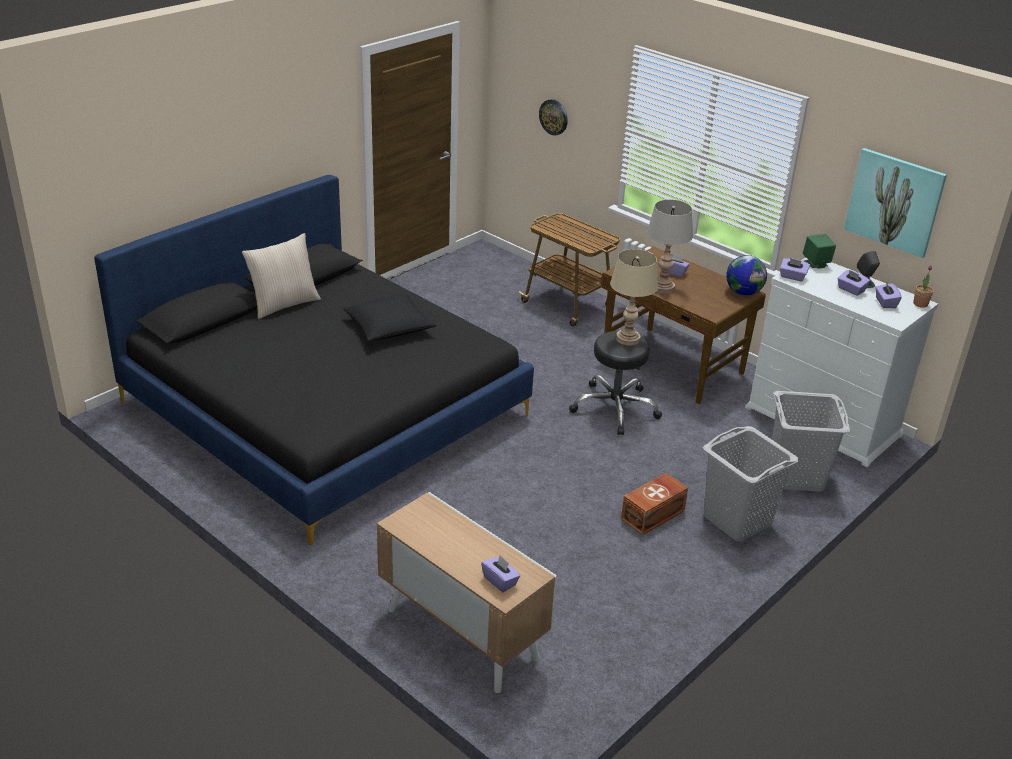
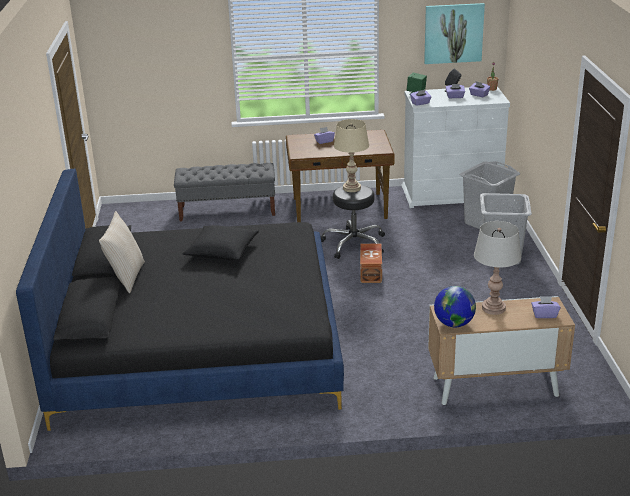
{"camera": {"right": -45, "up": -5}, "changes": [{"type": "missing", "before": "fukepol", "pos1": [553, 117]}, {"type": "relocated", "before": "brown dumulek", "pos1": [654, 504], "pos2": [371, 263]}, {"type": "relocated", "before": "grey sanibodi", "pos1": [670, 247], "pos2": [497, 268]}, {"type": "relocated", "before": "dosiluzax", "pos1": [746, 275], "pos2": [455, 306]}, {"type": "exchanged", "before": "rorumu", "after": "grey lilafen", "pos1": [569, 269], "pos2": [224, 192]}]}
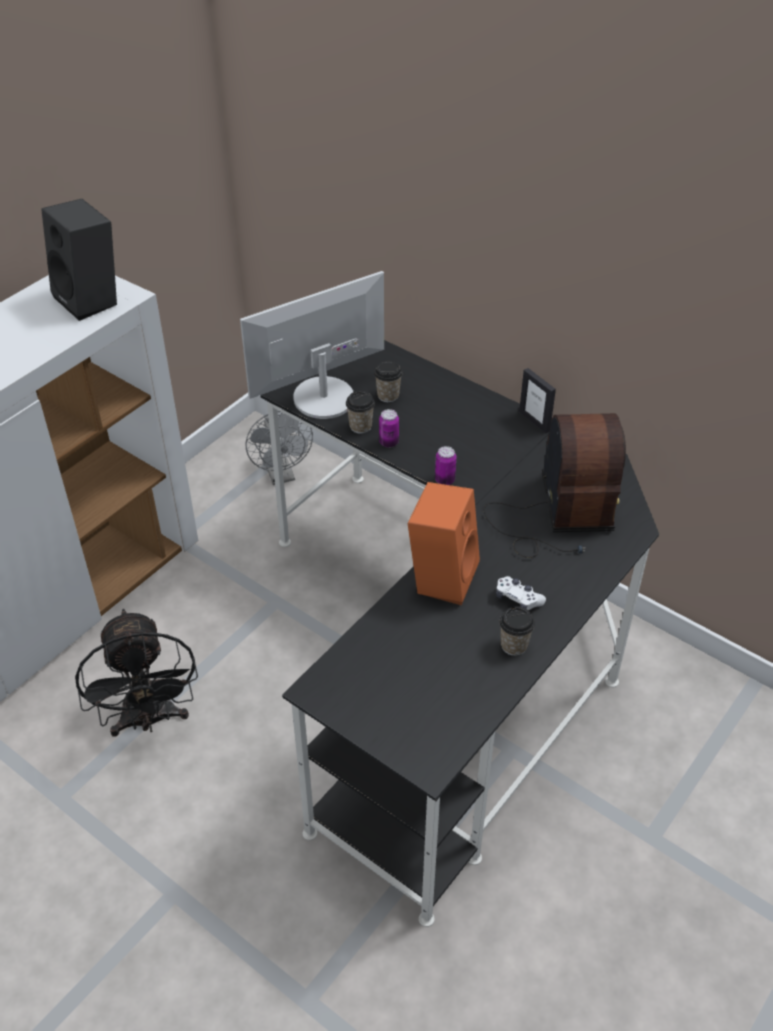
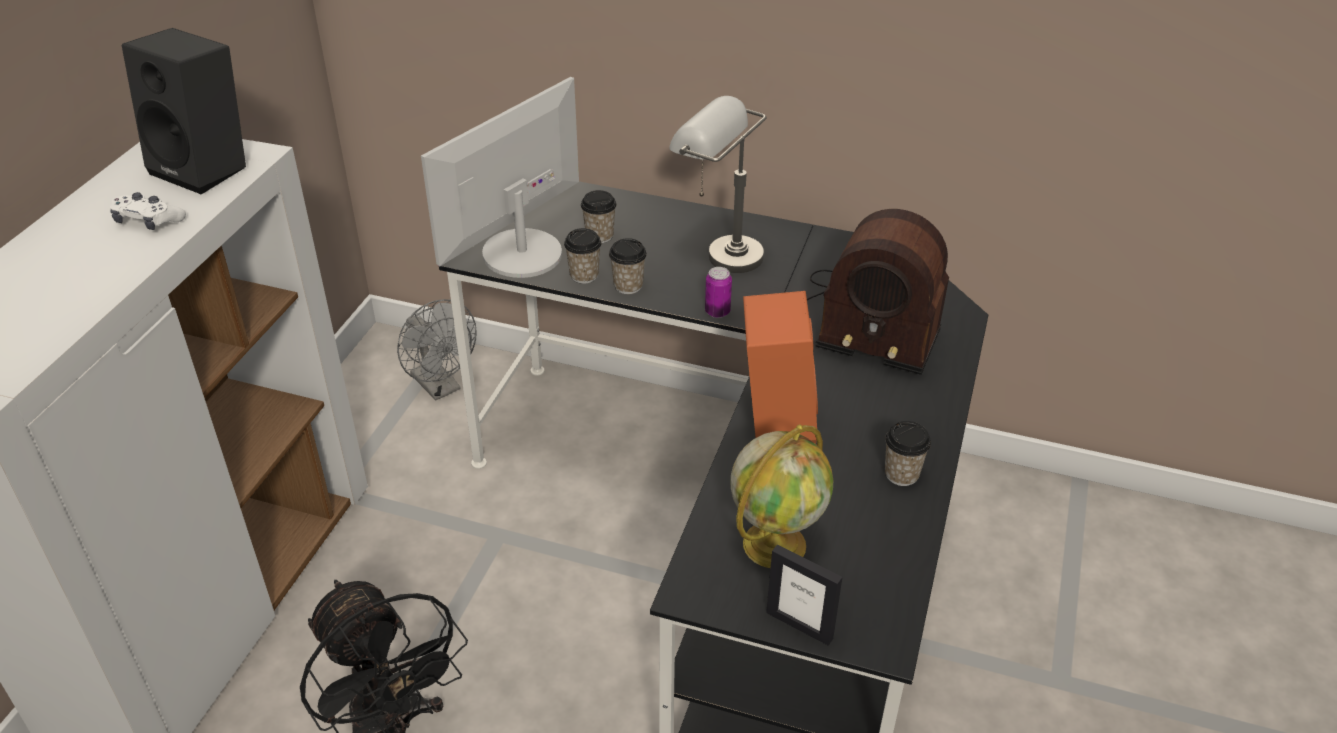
{"camera": {"right": -20, "up": -5}, "changes": [{"type": "appeared", "after": "grey sanibodi", "pos2": [718, 184]}, {"type": "appeared", "after": "dosiluzax", "pos2": [782, 496]}, {"type": "relocated", "before": "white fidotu", "pos1": [521, 593], "pos2": [148, 211]}, {"type": "relocated", "before": "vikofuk", "pos1": [537, 400], "pos2": [804, 595]}, {"type": "exchanged", "before": "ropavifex", "after": "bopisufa", "pos1": [389, 428], "pos2": [628, 266]}, {"type": "spun", "before": "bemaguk", "pos1": [555, 485], "pos2": [878, 292], "turn": 135}]}
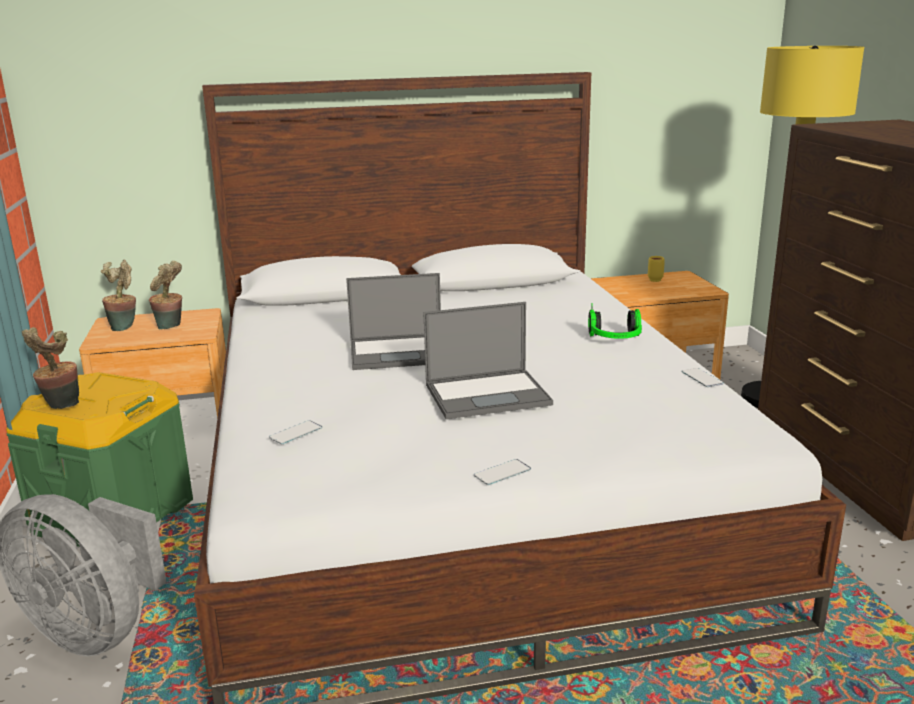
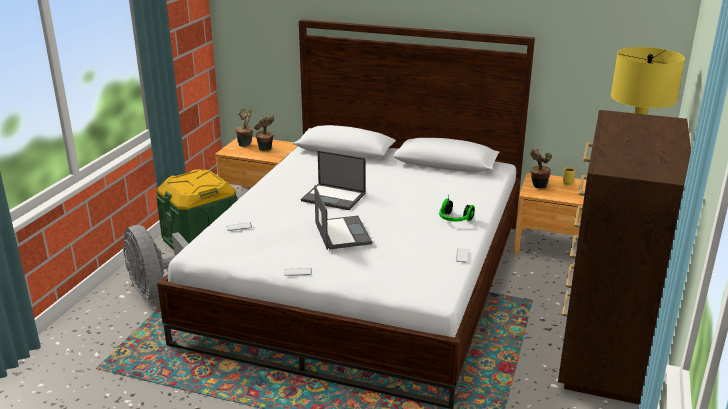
{"camera": {"right": 30, "up": 5}, "changes": [{"type": "relocated", "before": "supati", "pos1": [50, 368], "pos2": [541, 169]}, {"type": "spun", "before": "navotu", "pos1": [488, 360], "pos2": [343, 217], "turn": -120}]}
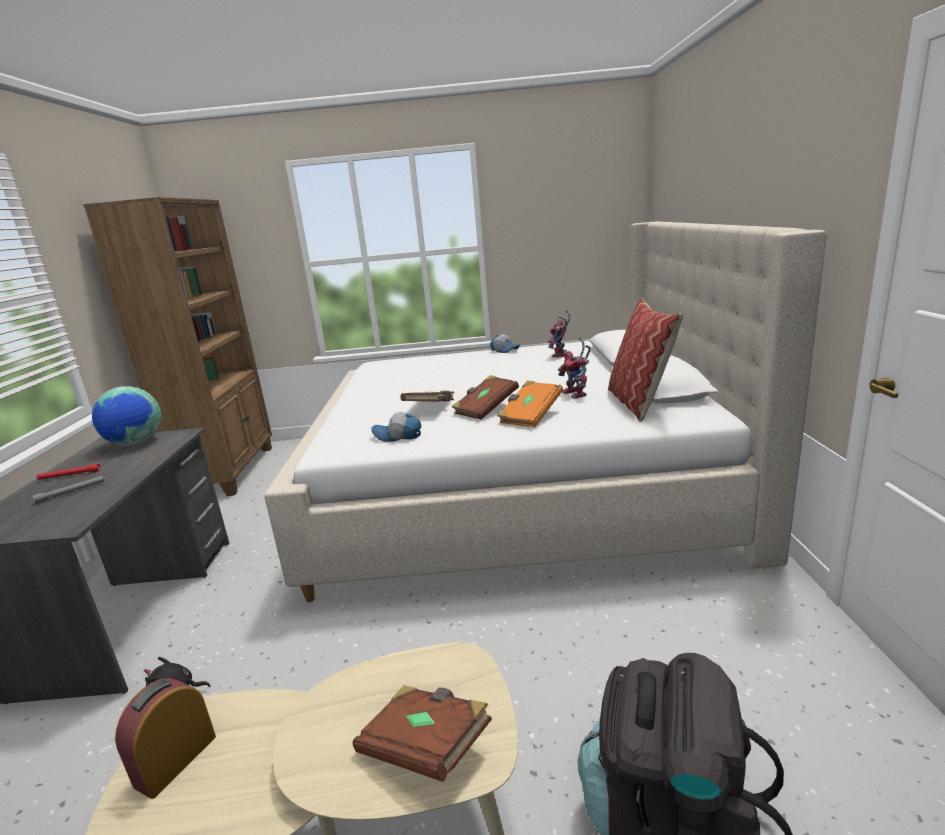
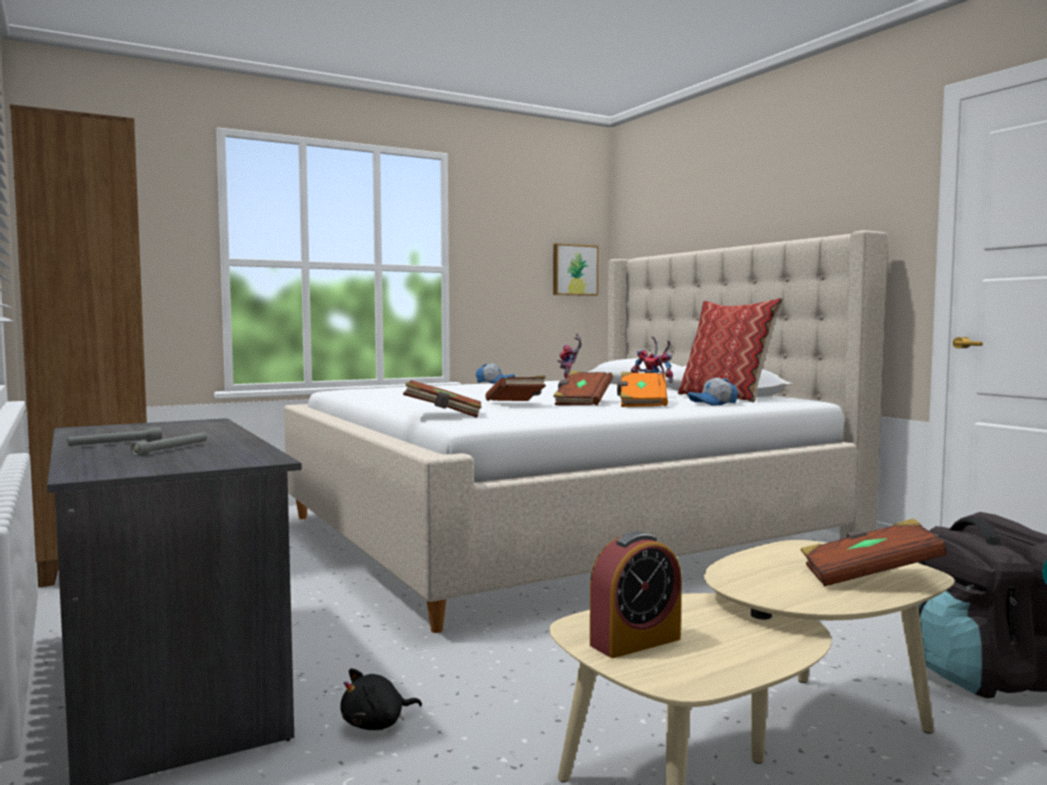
{"camera": {"right": -30, "up": -15}, "changes": [{"type": "missing", "before": "dosiluzax", "pos1": [126, 416]}, {"type": "appeared", "after": "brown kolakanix", "pos2": [442, 399]}, {"type": "appeared", "after": "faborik", "pos2": [576, 269]}, {"type": "relocated", "before": "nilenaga", "pos1": [396, 427], "pos2": [712, 391]}, {"type": "colour", "before": "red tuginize", "after": "grey tuginize", "pos1": [68, 471], "pos2": [114, 436]}, {"type": "spun", "before": "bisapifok", "pos1": [165, 738], "pos2": [636, 594], "turn": -120}]}
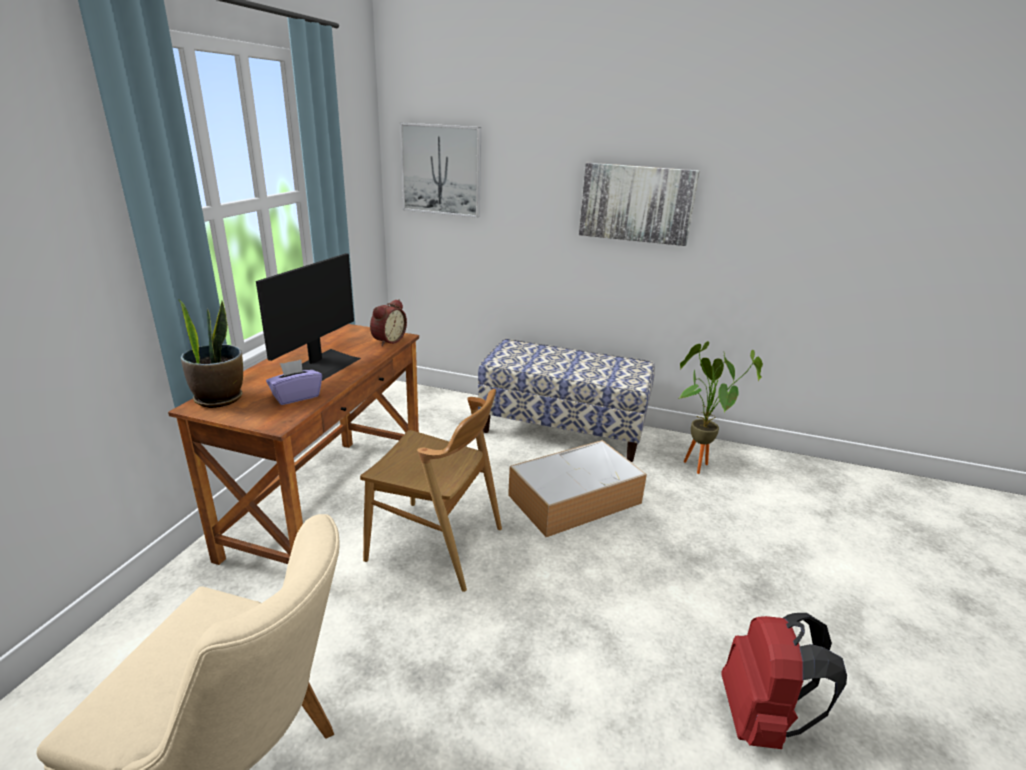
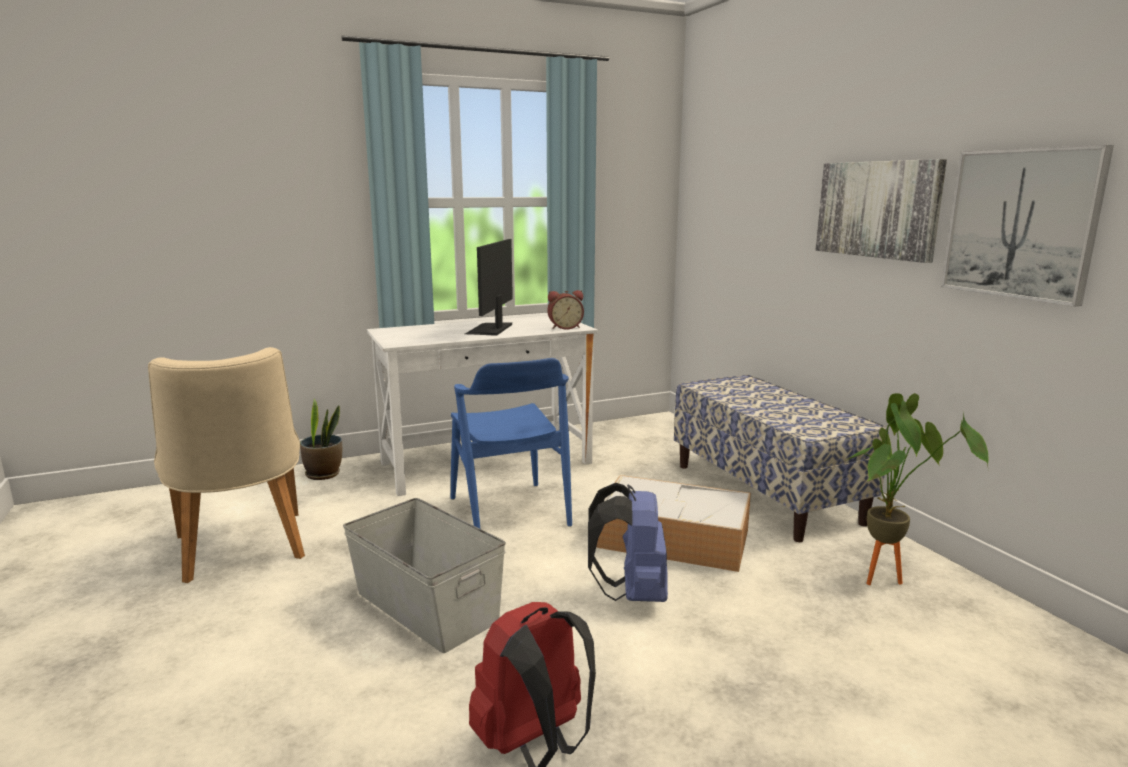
{"camera": {"right": 50, "up": -10}, "changes": [{"type": "missing", "before": "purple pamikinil", "pos1": [294, 382]}, {"type": "appeared", "after": "grey dumulek", "pos2": [424, 575]}, {"type": "appeared", "after": "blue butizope", "pos2": [628, 542]}, {"type": "relocated", "before": "supati", "pos1": [210, 353], "pos2": [321, 439]}, {"type": "relocated", "before": "faborik", "pos1": [440, 170], "pos2": [1027, 226]}, {"type": "colour", "before": "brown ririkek", "after": "white ririkek", "pos1": [293, 444], "pos2": [482, 405]}, {"type": "colour", "before": "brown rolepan", "after": "blue rolepan", "pos1": [431, 490], "pos2": [511, 443]}, {"type": "spun", "before": "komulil", "pos1": [308, 317], "pos2": [489, 287], "turn": 120}]}
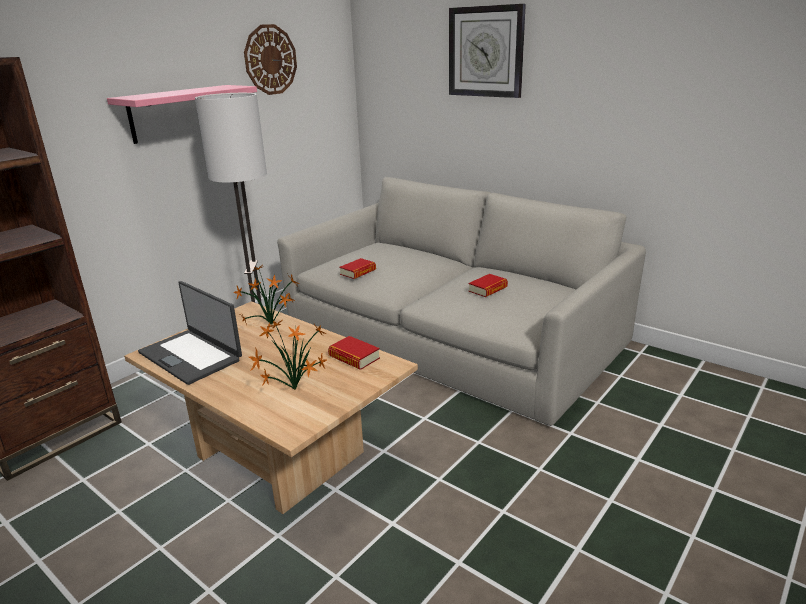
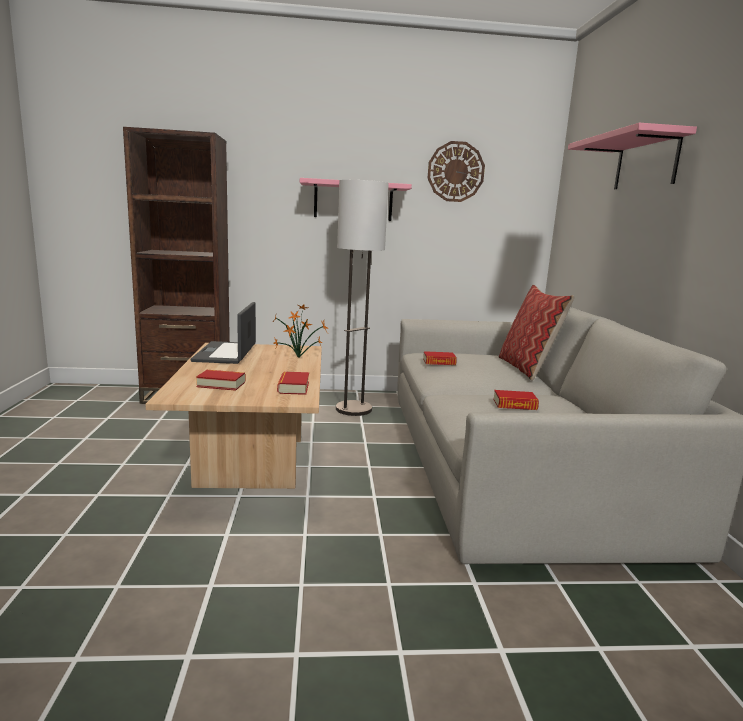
{"camera": {"right": 45, "up": -10}, "changes": [{"type": "appeared", "after": "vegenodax", "pos2": [537, 333]}, {"type": "exchanged", "before": "supati", "after": "kolakanix", "pos1": [288, 354], "pos2": [220, 380]}, {"type": "exchanged", "before": "fukepol", "after": "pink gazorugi", "pos1": [487, 51], "pos2": [632, 156]}]}
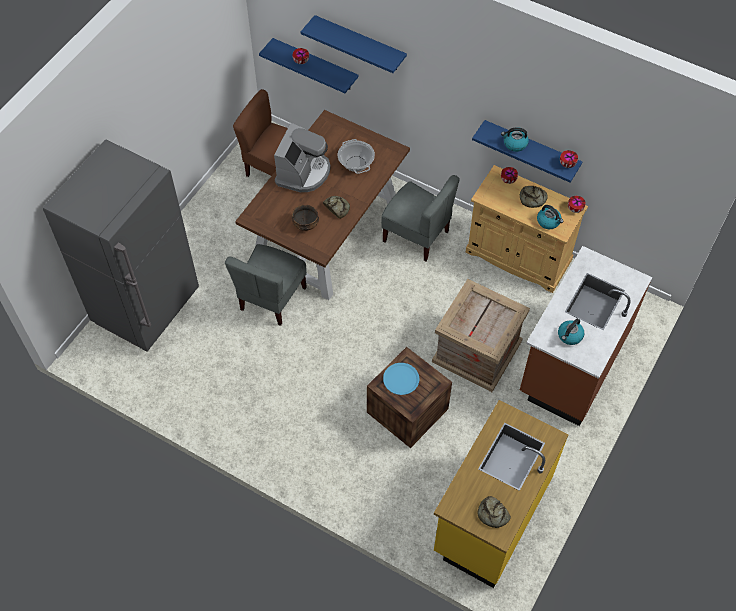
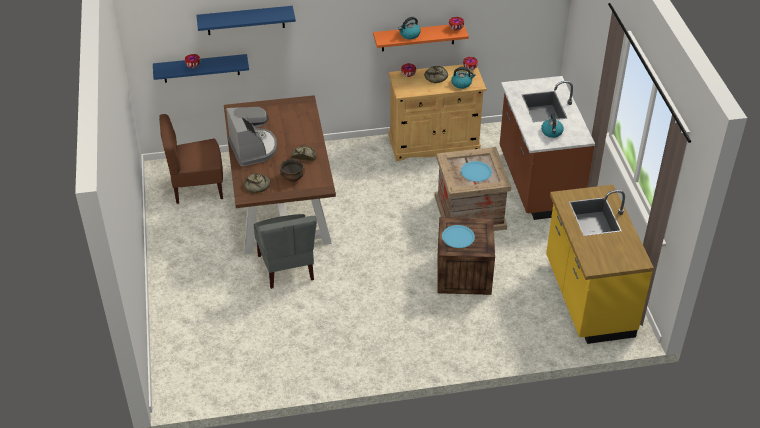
{"camera": {"right": -40, "up": -15}, "changes": [{"type": "missing", "before": "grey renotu", "pos1": [121, 245]}, {"type": "missing", "before": "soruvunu", "pos1": [356, 156]}, {"type": "missing", "before": "grey rolepan", "pos1": [420, 218]}, {"type": "appeared", "after": "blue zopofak", "pos2": [476, 171]}, {"type": "relocated", "before": "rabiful", "pos1": [494, 512], "pos2": [257, 183]}, {"type": "colour", "before": "blue gazorugi", "after": "orange gazorugi", "pos1": [527, 151], "pos2": [421, 38]}]}
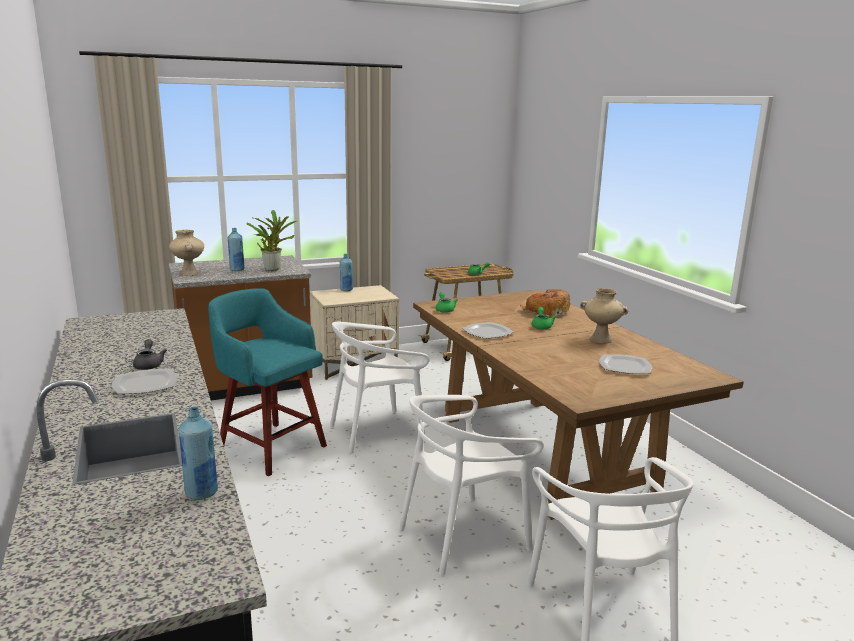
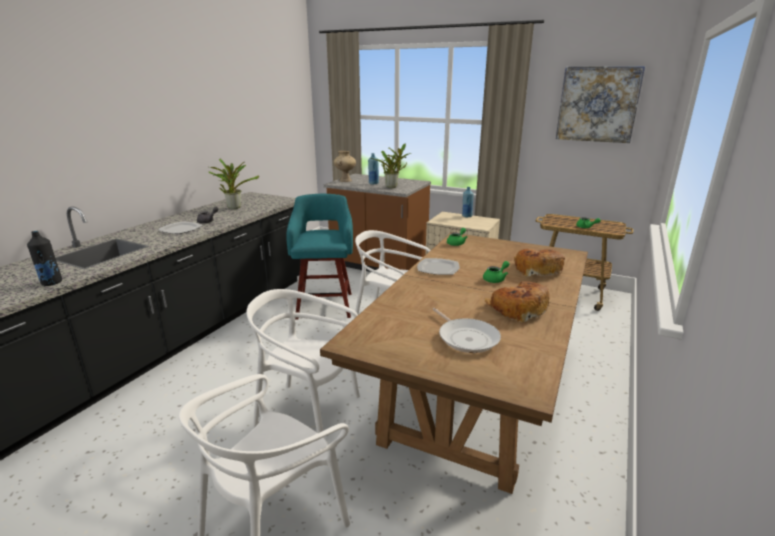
{"camera": {"right": 50, "up": 5}, "changes": [{"type": "appeared", "after": "supati", "pos2": [233, 184]}, {"type": "appeared", "after": "faborik", "pos2": [600, 104]}, {"type": "exchanged", "before": "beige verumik", "after": "rabiful", "pos1": [604, 315], "pos2": [517, 302]}, {"type": "exchanged", "before": "zopofak", "after": "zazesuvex", "pos1": [625, 364], "pos2": [467, 330]}, {"type": "colour", "before": "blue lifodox", "after": "black lifodox", "pos1": [198, 453], "pos2": [44, 258]}]}
